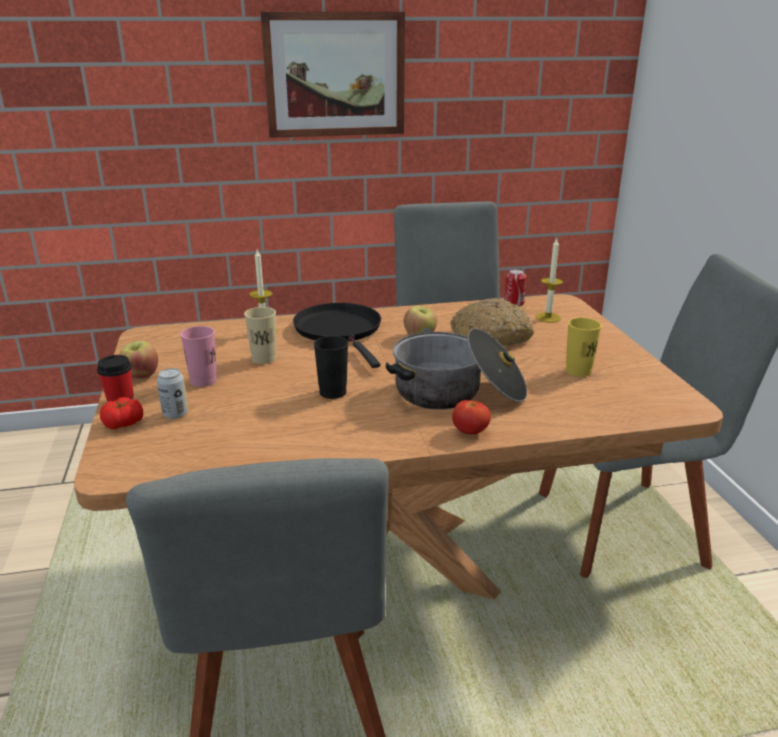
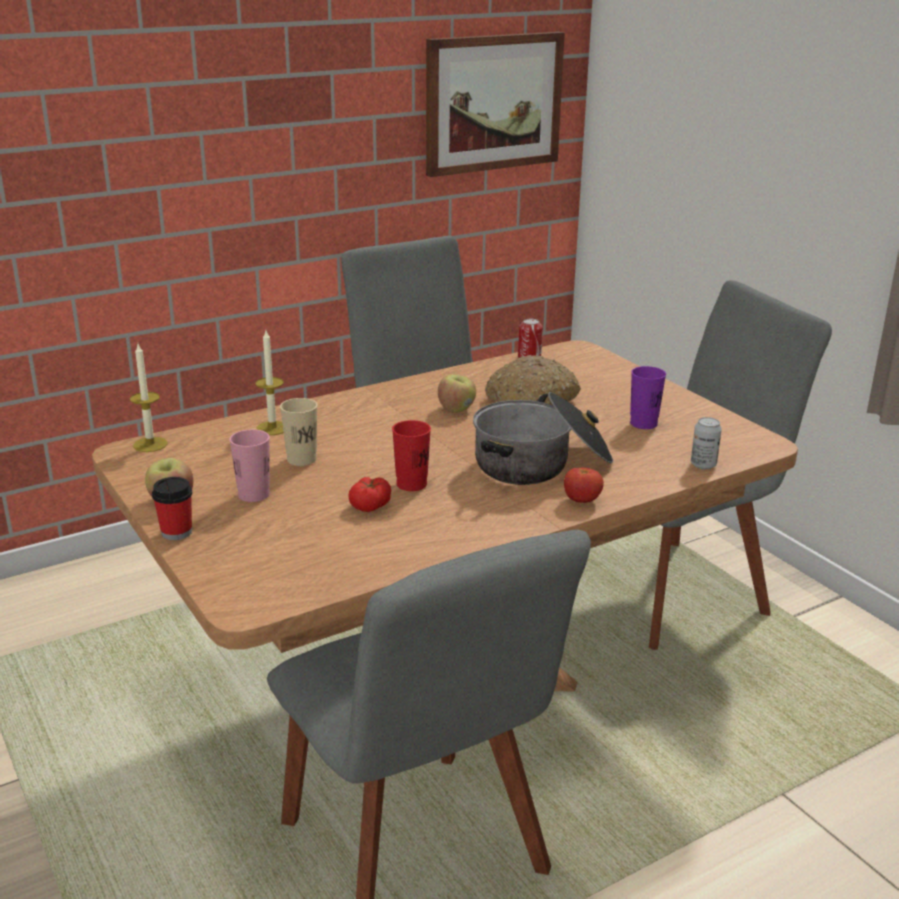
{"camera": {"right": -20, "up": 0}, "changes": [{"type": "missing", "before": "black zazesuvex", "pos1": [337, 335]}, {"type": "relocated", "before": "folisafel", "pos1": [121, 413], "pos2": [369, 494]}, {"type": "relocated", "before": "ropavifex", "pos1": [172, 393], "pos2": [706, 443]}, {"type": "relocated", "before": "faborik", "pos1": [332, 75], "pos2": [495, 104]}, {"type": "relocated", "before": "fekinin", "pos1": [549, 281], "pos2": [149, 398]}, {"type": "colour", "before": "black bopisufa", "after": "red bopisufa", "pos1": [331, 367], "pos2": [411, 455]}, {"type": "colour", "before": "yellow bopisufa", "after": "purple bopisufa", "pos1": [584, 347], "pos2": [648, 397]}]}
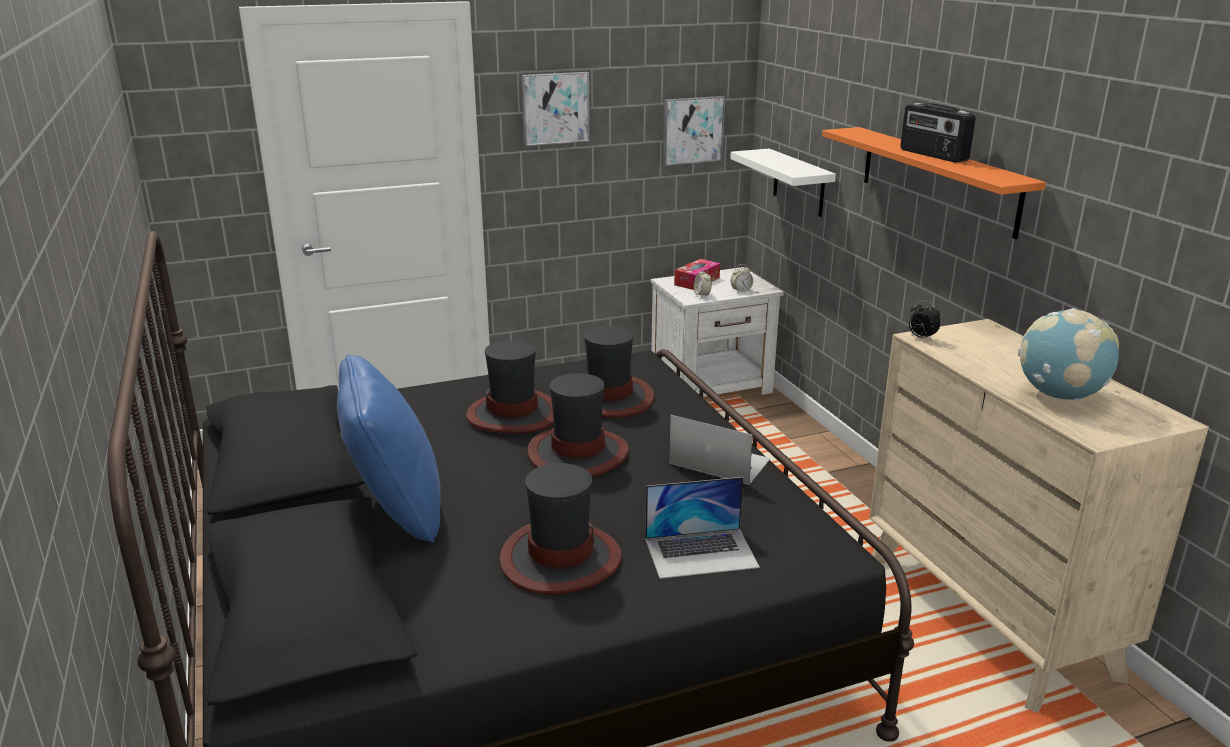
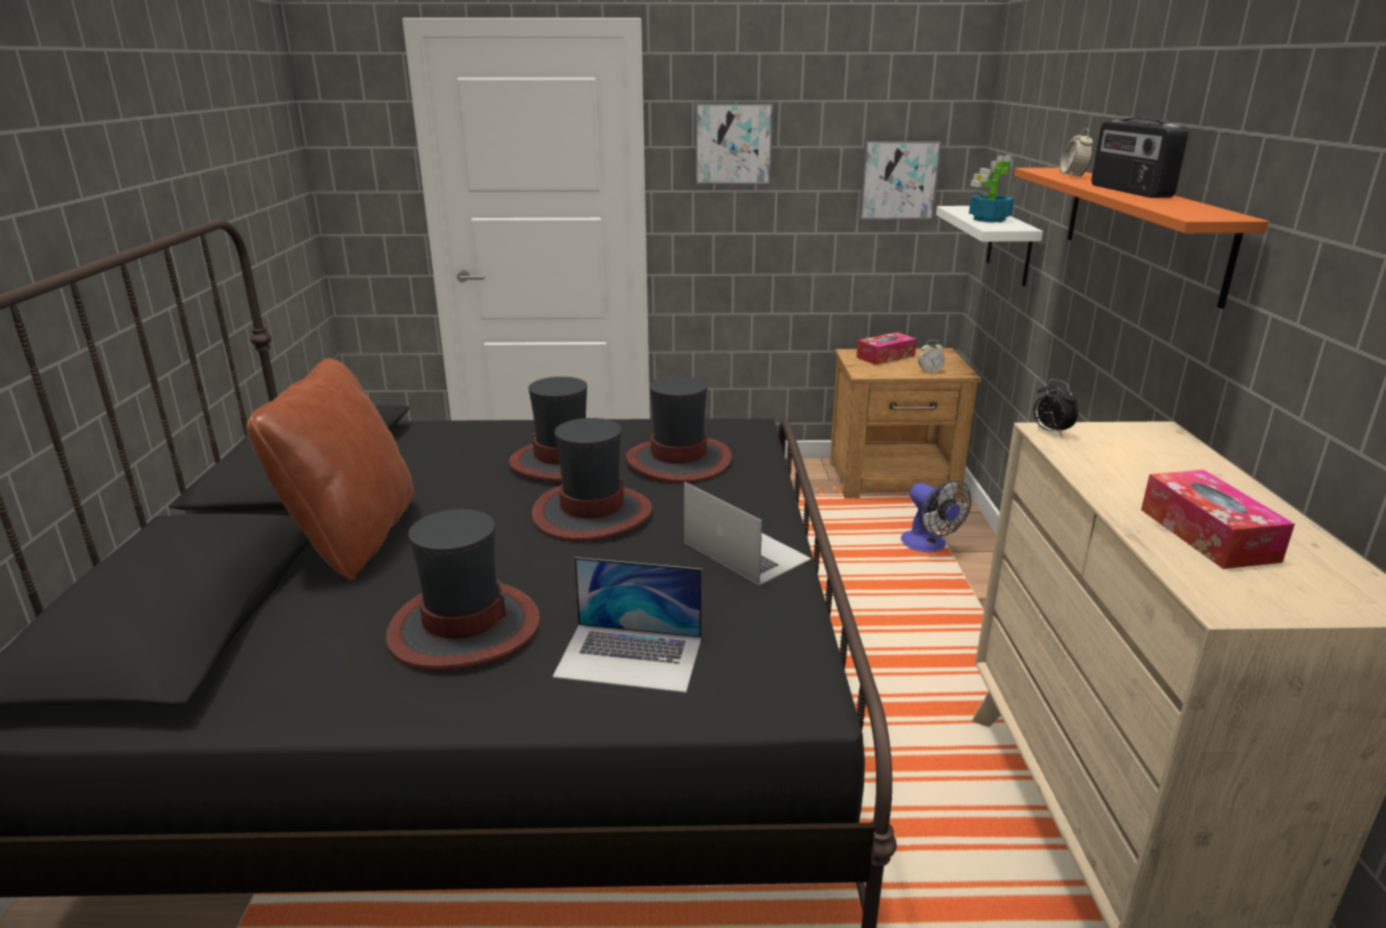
{"camera": {"right": 20, "up": 0}, "changes": [{"type": "appeared", "after": "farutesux", "pos2": [936, 516]}, {"type": "appeared", "after": "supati", "pos2": [991, 189]}, {"type": "relocated", "before": "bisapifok", "pos1": [703, 283], "pos2": [1076, 153]}, {"type": "exchanged", "before": "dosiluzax", "after": "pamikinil", "pos1": [1068, 354], "pos2": [1218, 519]}, {"type": "colour", "before": "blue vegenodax", "after": "brown vegenodax", "pos1": [389, 449], "pos2": [330, 469]}, {"type": "colour", "before": "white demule", "after": "brown demule", "pos1": [717, 332], "pos2": [906, 423]}]}
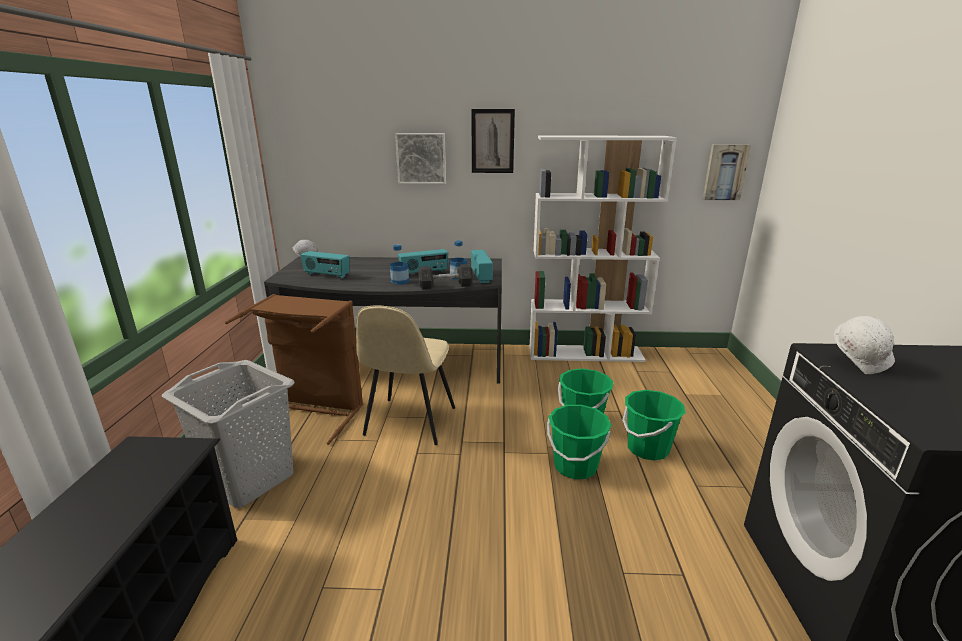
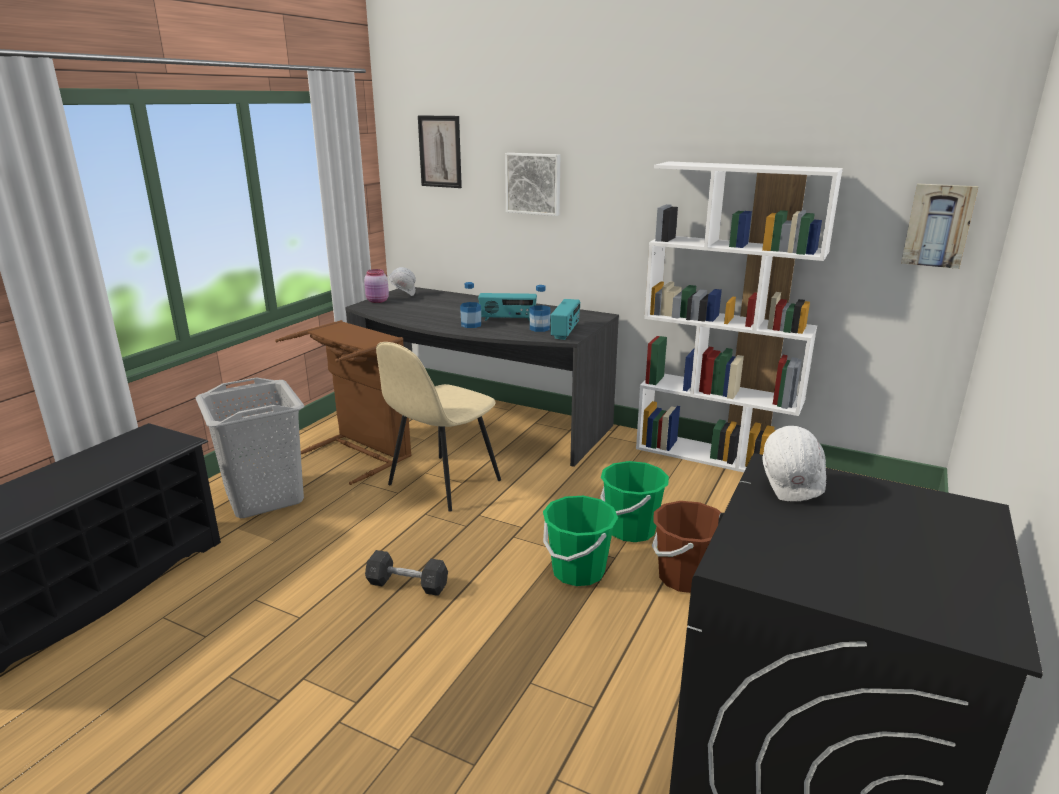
{"camera": {"right": 25, "up": 0}, "changes": [{"type": "missing", "before": "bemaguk", "pos1": [325, 265]}, {"type": "appeared", "after": "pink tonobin", "pos2": [376, 286]}, {"type": "relocated", "before": "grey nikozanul", "pos1": [445, 276], "pos2": [406, 573]}, {"type": "relocated", "before": "faborik", "pos1": [493, 141], "pos2": [440, 151]}, {"type": "colour", "before": "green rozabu", "after": "brown rozabu", "pos1": [654, 425], "pos2": [686, 547]}]}
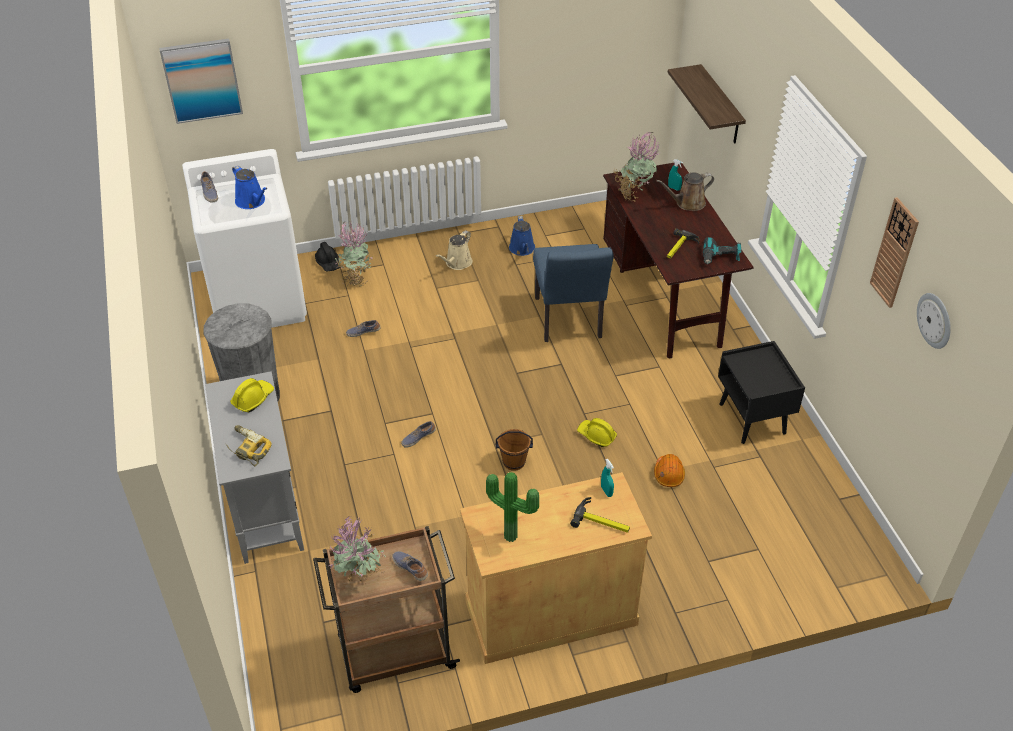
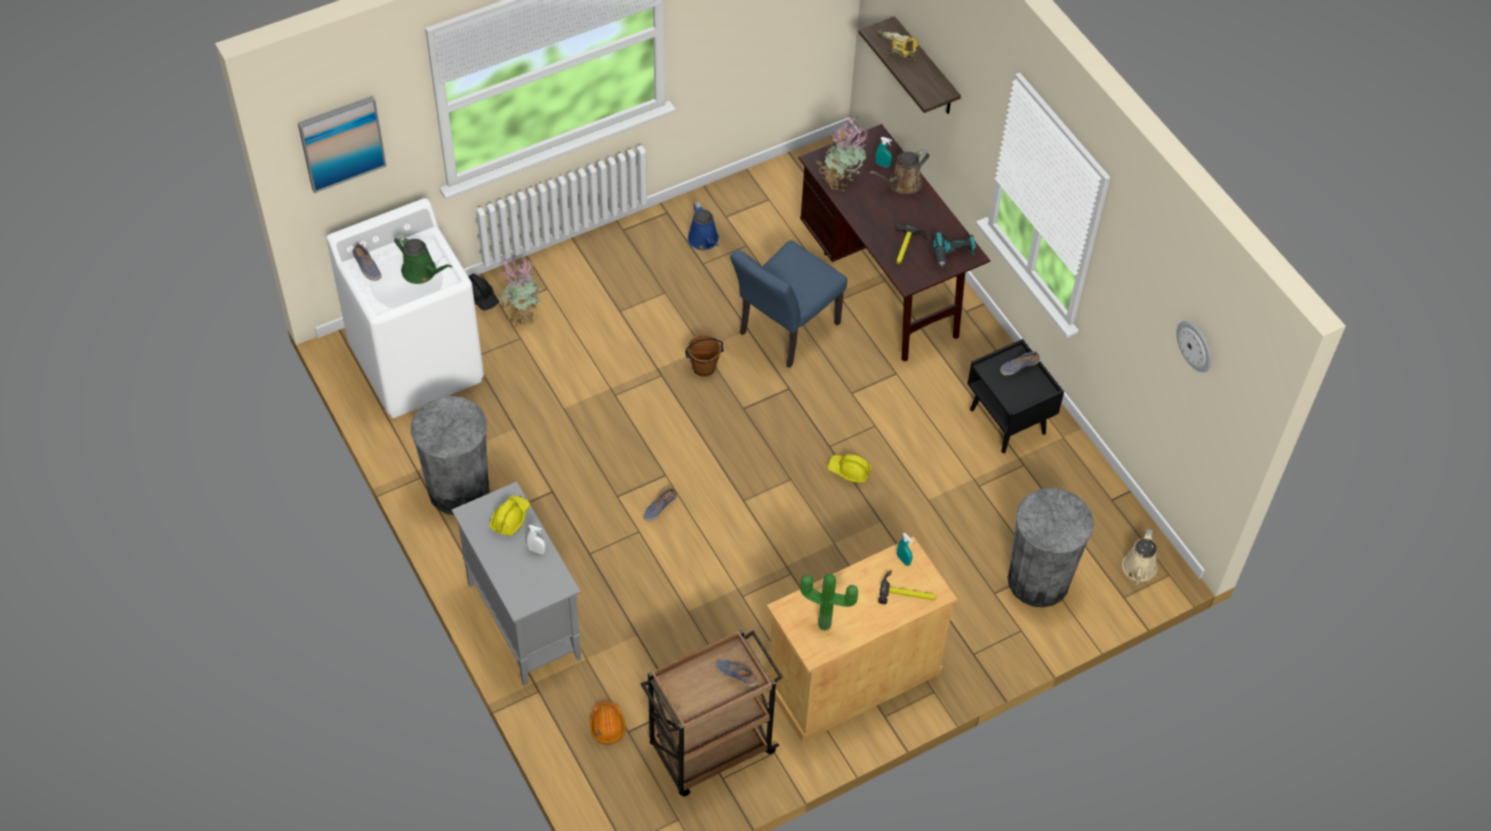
{"camera": {"right": -15, "up": 10}, "changes": [{"type": "missing", "before": "supati", "pos1": [357, 550]}, {"type": "missing", "before": "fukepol", "pos1": [894, 252]}, {"type": "appeared", "after": "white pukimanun", "pos2": [536, 539]}, {"type": "appeared", "after": "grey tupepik", "pos2": [1050, 548]}, {"type": "relocated", "before": "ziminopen", "pos1": [249, 445], "pos2": [897, 46]}, {"type": "relocated", "before": "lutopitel", "pos1": [363, 328], "pos2": [1020, 363]}, {"type": "relocated", "before": "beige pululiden", "pos1": [454, 250], "pos2": [1139, 557]}, {"type": "relocated", "before": "brown rozabu", "pos1": [514, 450], "pos2": [704, 356]}, {"type": "relocated", "before": "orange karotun", "pos1": [669, 470], "pos2": [607, 723]}, {"type": "colour", "before": "blue pululiden", "after": "green pululiden", "pos1": [249, 187], "pos2": [423, 259]}, {"type": "spun", "before": "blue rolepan", "pos1": [573, 293], "pos2": [788, 304], "turn": 60}]}
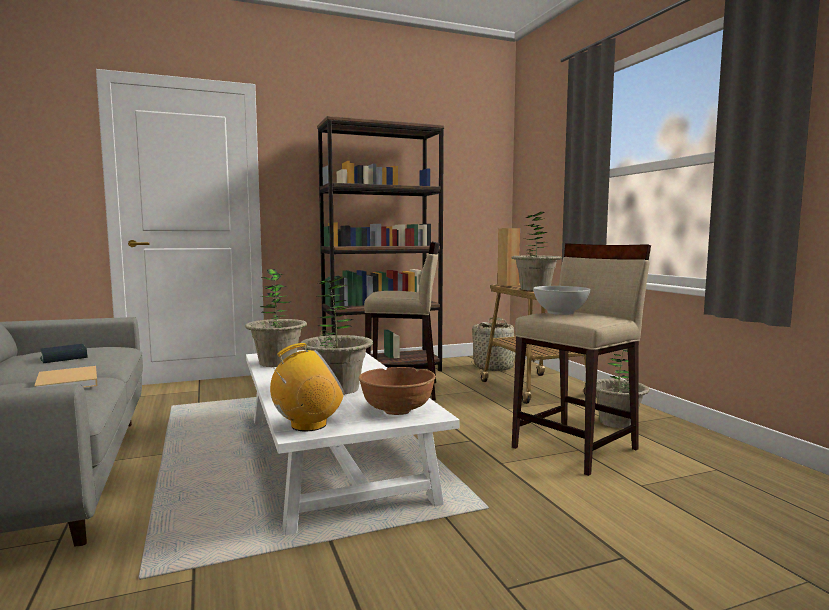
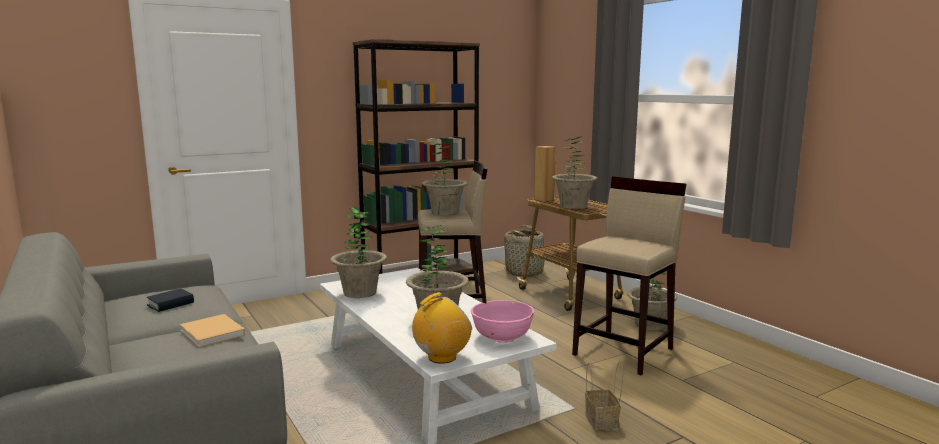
{"camera": {"right": -10, "up": 5}, "changes": [{"type": "missing", "before": "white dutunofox", "pos1": [562, 300]}, {"type": "appeared", "after": "supati", "pos2": [445, 178]}, {"type": "appeared", "after": "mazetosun", "pos2": [604, 395]}, {"type": "colour", "before": "brown dutunofox", "after": "pink dutunofox", "pos1": [397, 391], "pos2": [502, 321]}]}
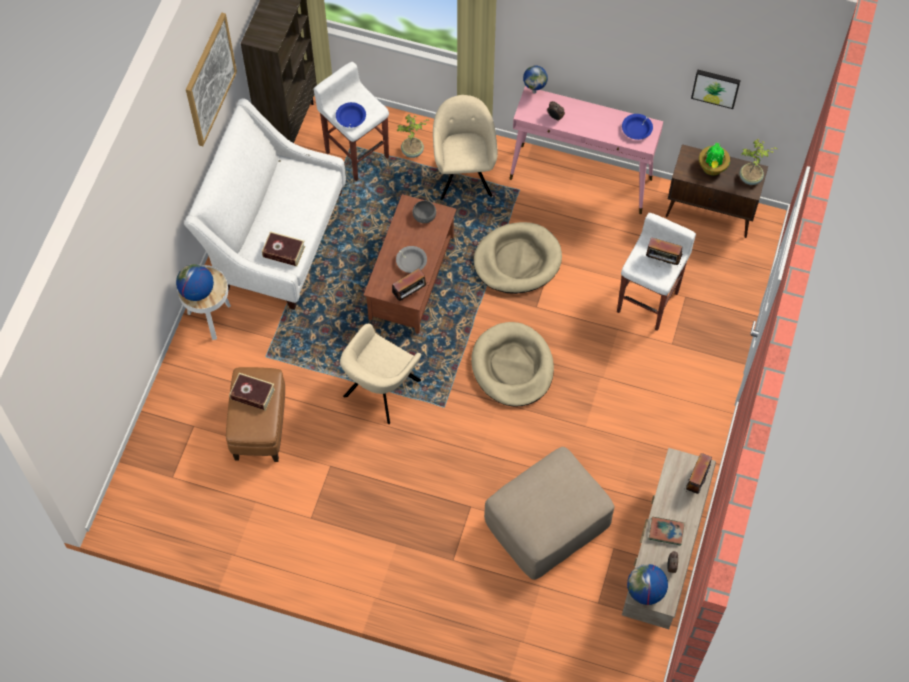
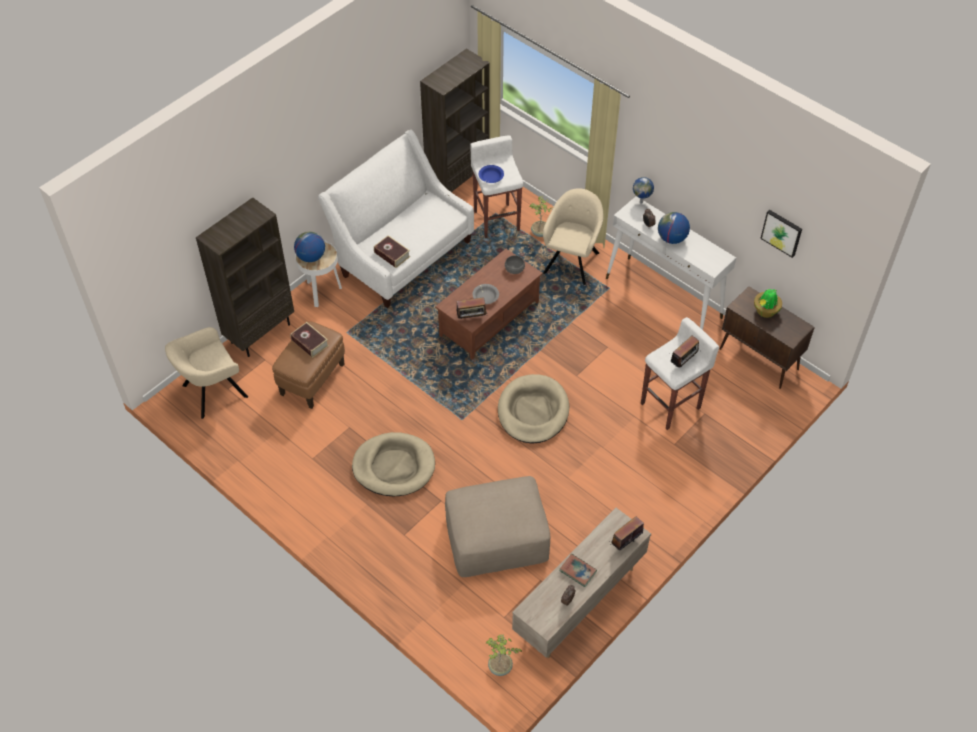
{"camera": {"right": 25, "up": -10}, "changes": [{"type": "missing", "before": "faborik", "pos1": [211, 79]}, {"type": "missing", "before": "blue dutunofox", "pos1": [637, 127]}, {"type": "appeared", "after": "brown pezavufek", "pos2": [245, 277]}, {"type": "relocated", "before": "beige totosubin", "pos1": [380, 374], "pos2": [206, 373]}, {"type": "relocated", "before": "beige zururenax", "pos1": [518, 258], "pos2": [393, 464]}, {"type": "relocated", "before": "dosiluzax", "pos1": [647, 584], "pos2": [674, 228]}, {"type": "relocated", "before": "supati", "pos1": [758, 162], "pos2": [503, 655]}, {"type": "colour", "before": "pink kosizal", "after": "white kosizal", "pos1": [586, 150], "pos2": [671, 263]}, {"type": "spun", "before": "bemaguk", "pos1": [664, 252], "pos2": [685, 352], "turn": -90}]}
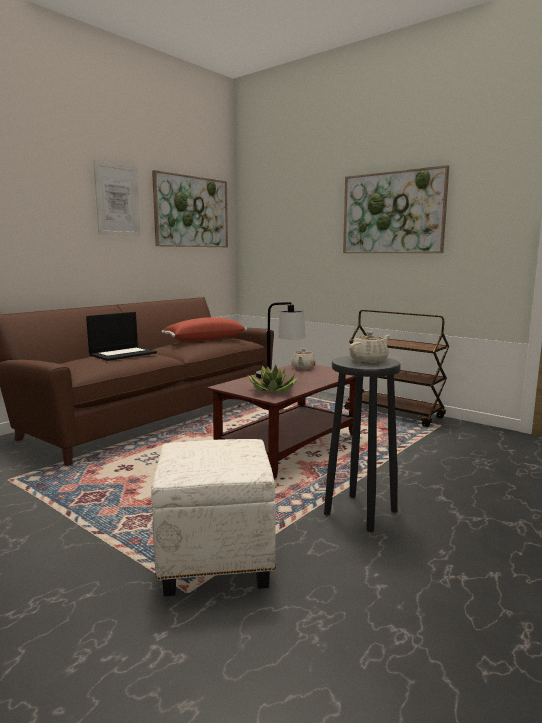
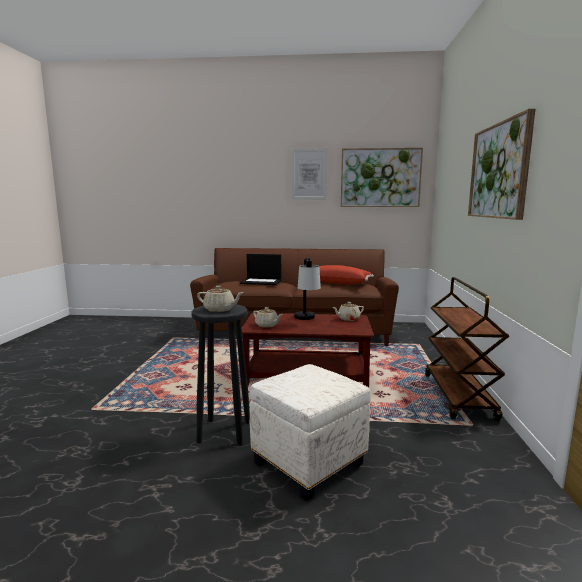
{"camera": {"right": 55, "up": 0}, "changes": [{"type": "relocated", "before": "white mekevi", "pos1": [213, 517], "pos2": [310, 432]}, {"type": "exchanged", "before": "supati", "after": "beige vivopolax", "pos1": [273, 378], "pos2": [268, 317]}]}
